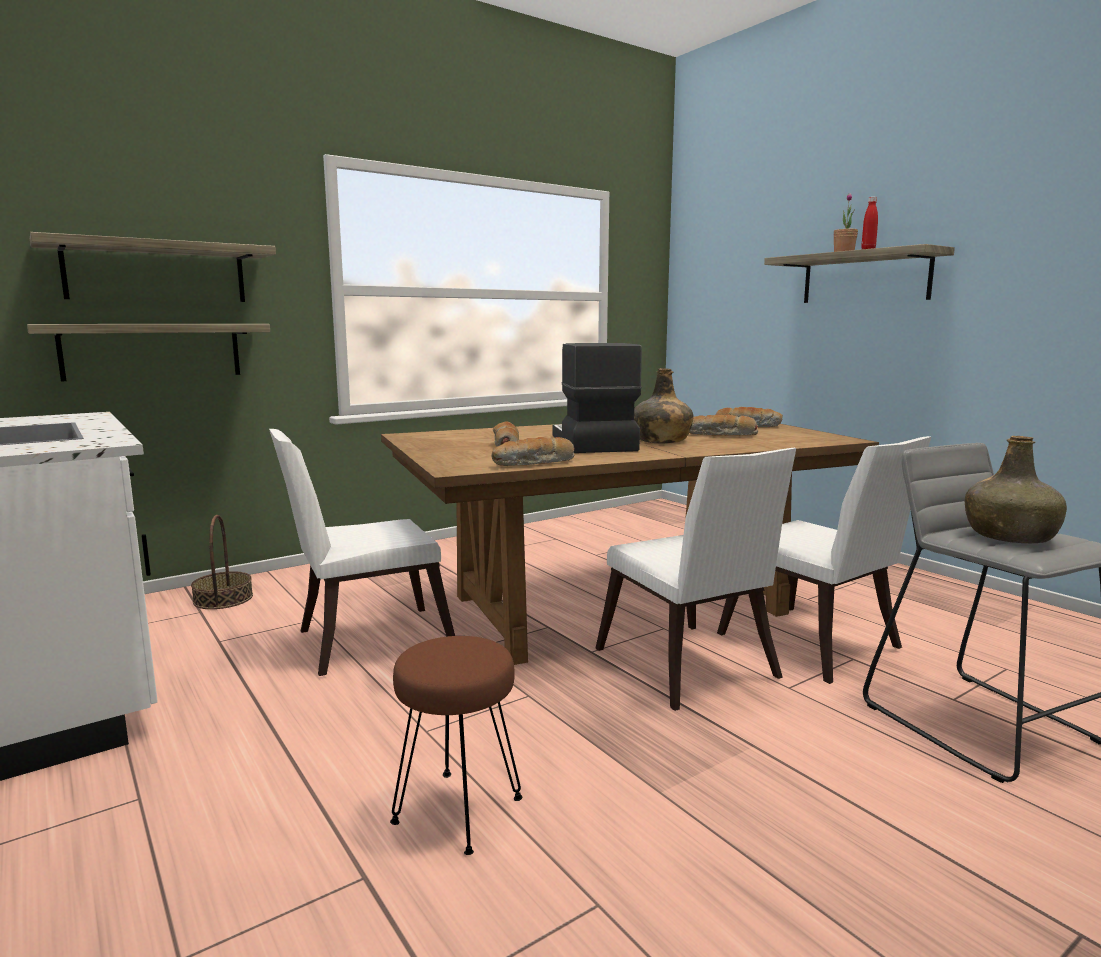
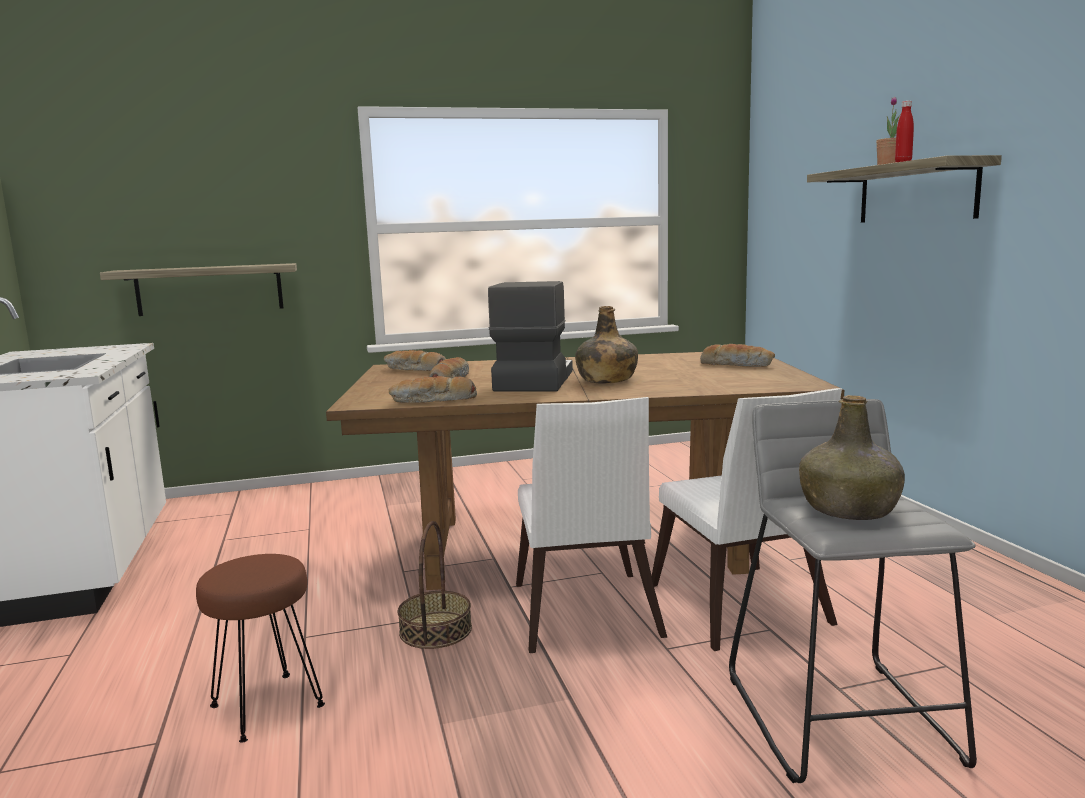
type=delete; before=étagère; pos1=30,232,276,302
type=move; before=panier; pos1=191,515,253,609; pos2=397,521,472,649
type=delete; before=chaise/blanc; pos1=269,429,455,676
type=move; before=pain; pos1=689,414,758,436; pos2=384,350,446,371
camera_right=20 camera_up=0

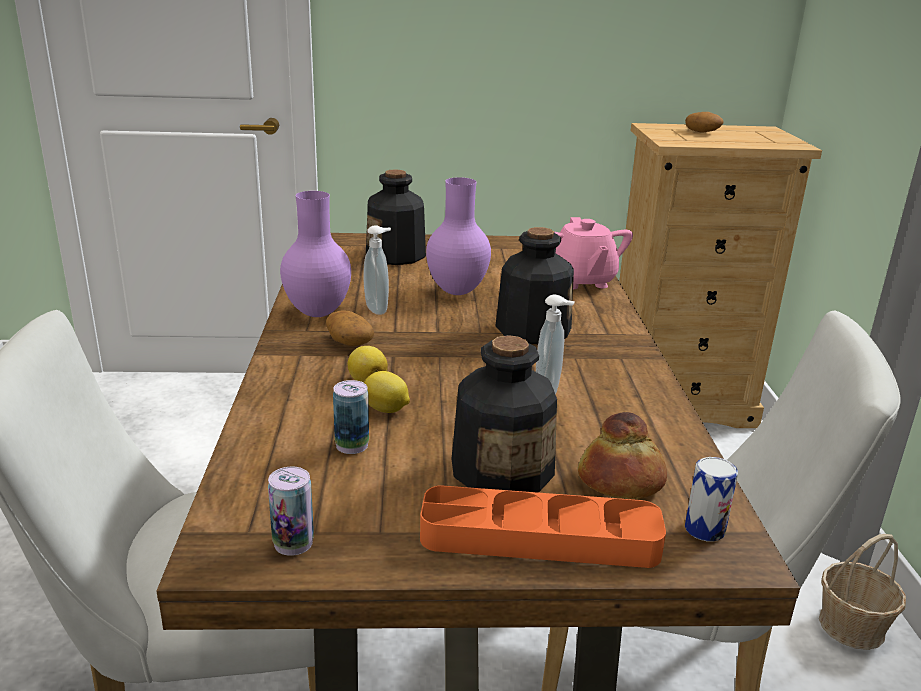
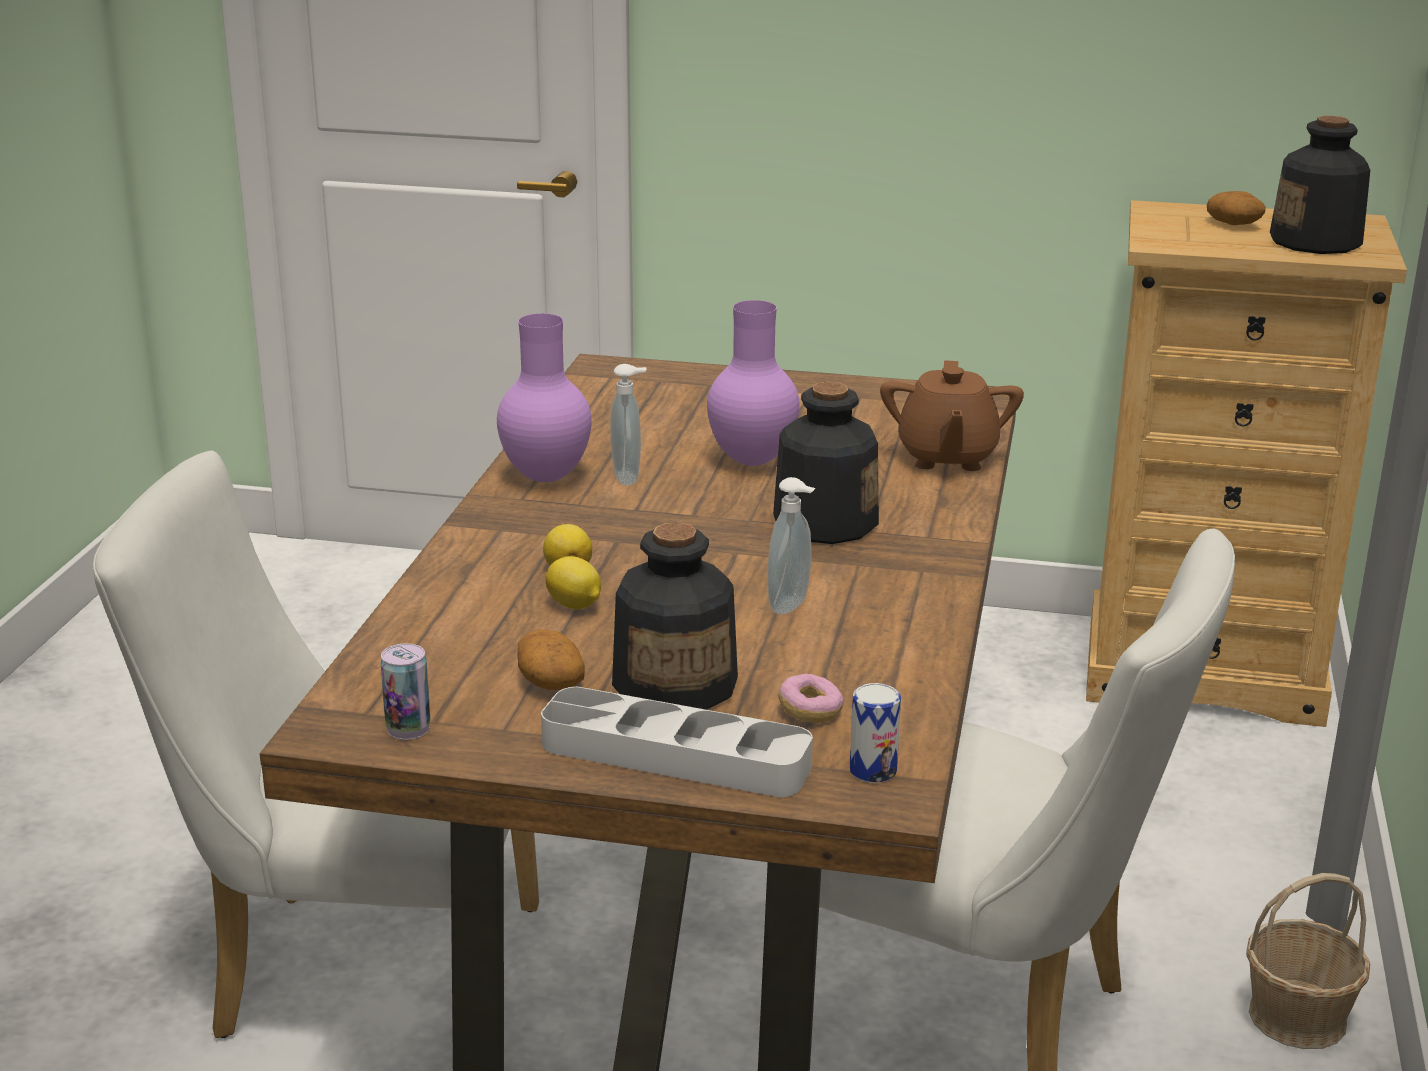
type=move; before=pomme de terre; pos1=326,310,374,346; pos2=517,630,585,690
type=delete; before=boîte métallique; pos1=333,380,369,454
type=move; before=bouteille; pos1=366,169,426,265; pos2=1270,116,1370,254
type=recolor; before=plateau/orange; after=plateau/gris; pos1=420,485,666,568; pos2=541,687,813,797
type=recolor; before=théière/rose; after=théière/marron; pos1=554,217,633,289; pos2=880,360,1024,471
type=replace; before=pain; after=beignet; pos1=578,412,667,500; pos2=778,674,844,723
camera_right=15 camera_up=0

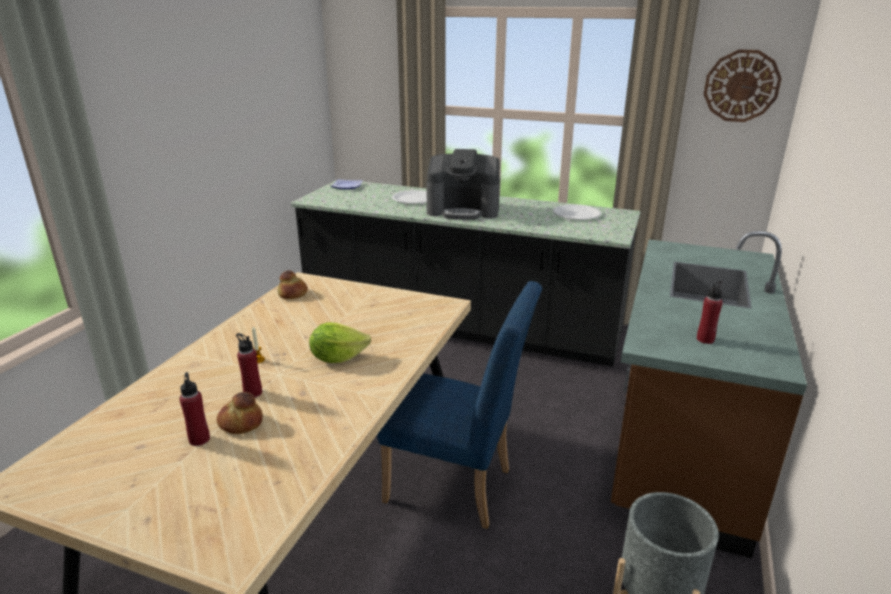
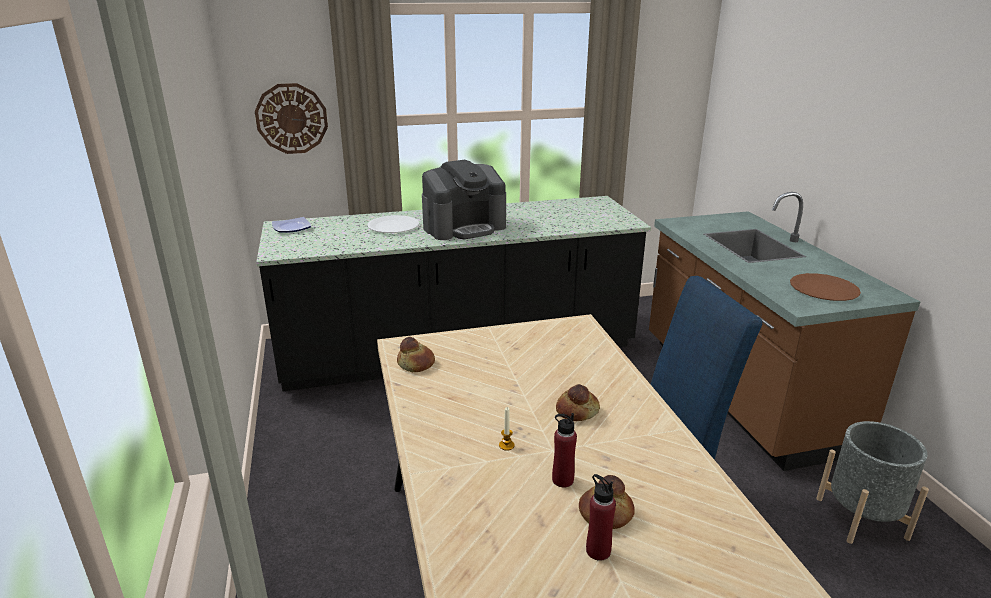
type=replace; before=laitue; after=pain; pos1=309,323,371,363; pos2=556,384,600,421
type=delete; before=assiette/blanc; pos1=553,204,601,220
type=replace; before=bouteille/rouge; after=assiette/marron; pos1=697,281,723,344; pos2=790,273,861,301
type=move; before=horloge murale; pos1=704,50,782,122; pos2=255,83,328,154
camera_right=-35 camera_up=0

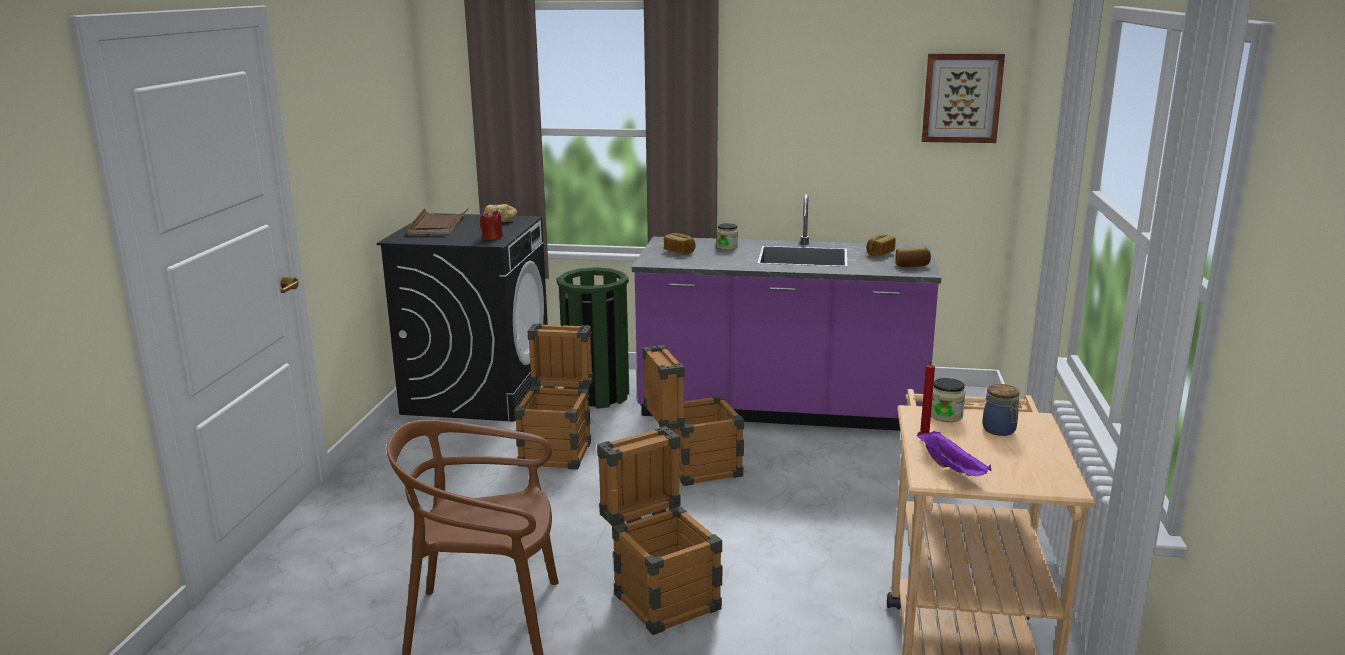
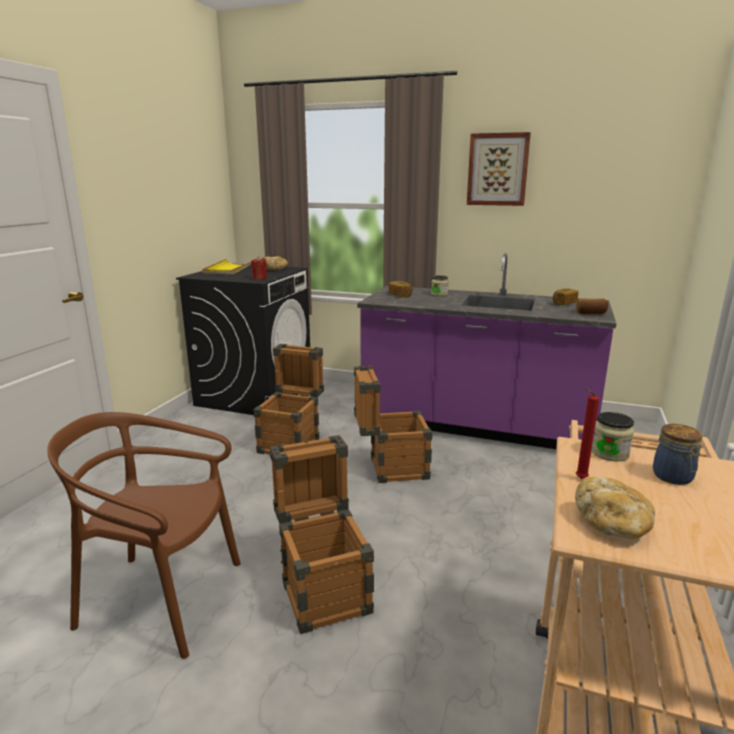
type=recolor; before=plateau/marron; after=plateau/jaune; pos1=408,208,468,235; pos2=202,259,251,275
type=delete; before=poubelle/vert; pos1=557,267,629,409
type=replace; before=plateau/violet; after=pain; pos1=917,431,991,476; pos2=575,477,655,539
type=move; before=tableau; pos1=922,53,1005,143; pos2=467,132,531,206
camera_right=10 camera_up=0

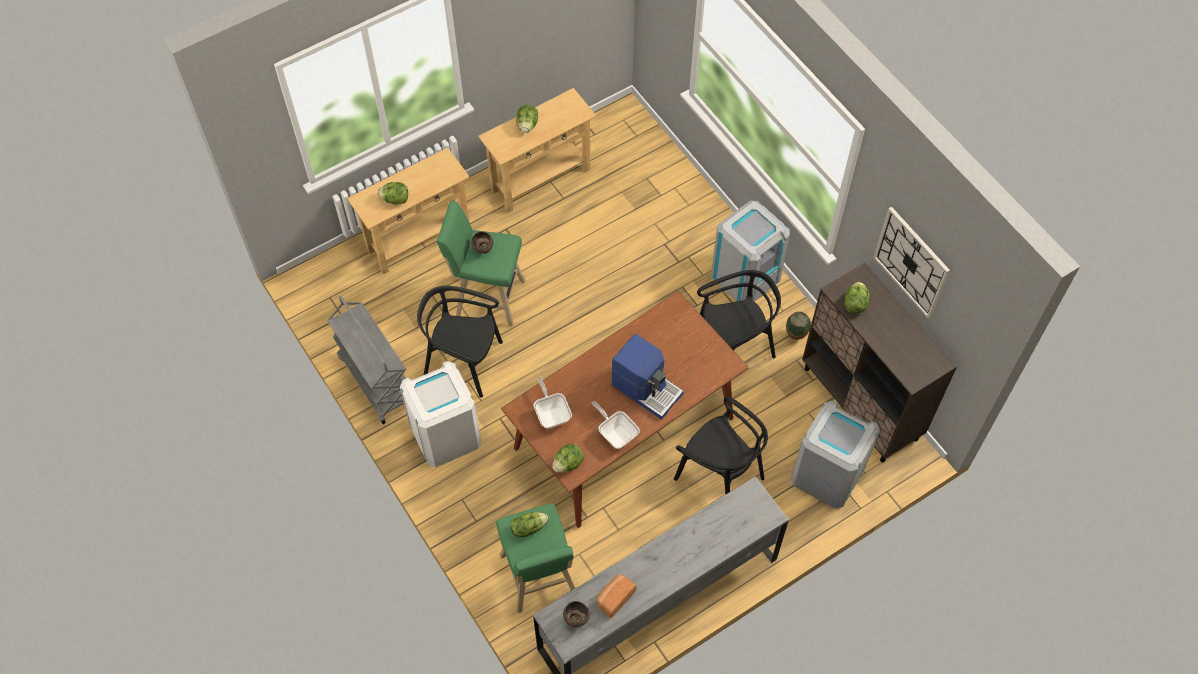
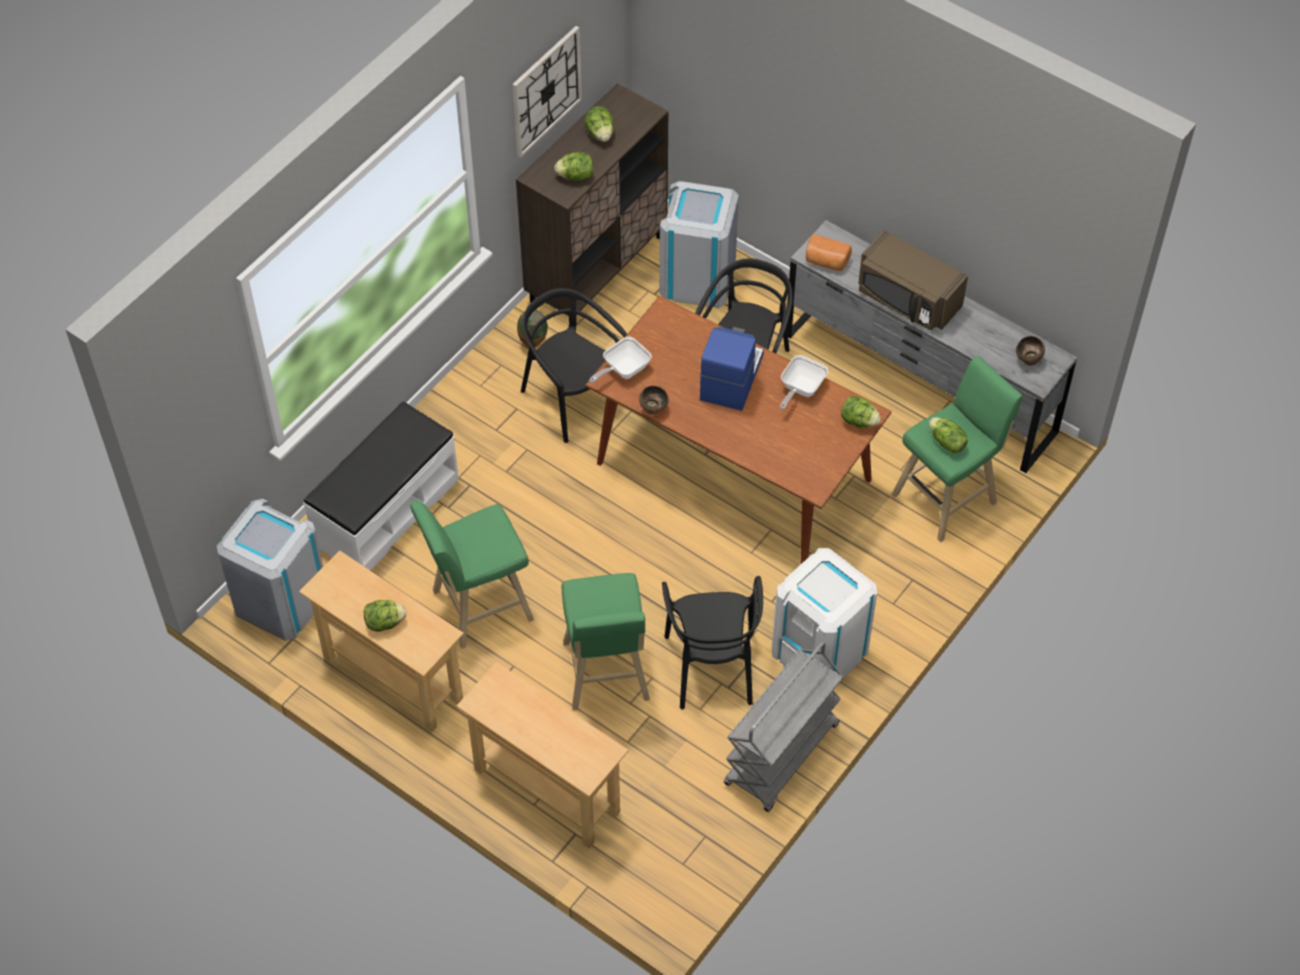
type=move; before=laitue; pos1=378,182,408,205; pos2=584,106,614,142
type=move; before=bol/marron; pos1=471,232,493,254; pos2=639,385,669,415
type=move; before=poêle; pos1=534,377,572,429; pos2=589,337,652,383
type=move; before=pain; pos1=596,574,637,618; pos2=806,234,852,271
type=move; before=poubelle/gris; pos1=711,201,790,302; pos2=217,499,323,641
type=insert; after=banc/blanc; pos2=303,401,459,570
type=insert; after=tabouret/vert; pos2=410,500,534,649
type=insert; after=micro-ondes/marron; pos2=858,230,968,331
camera_right=-110 camera_up=-5

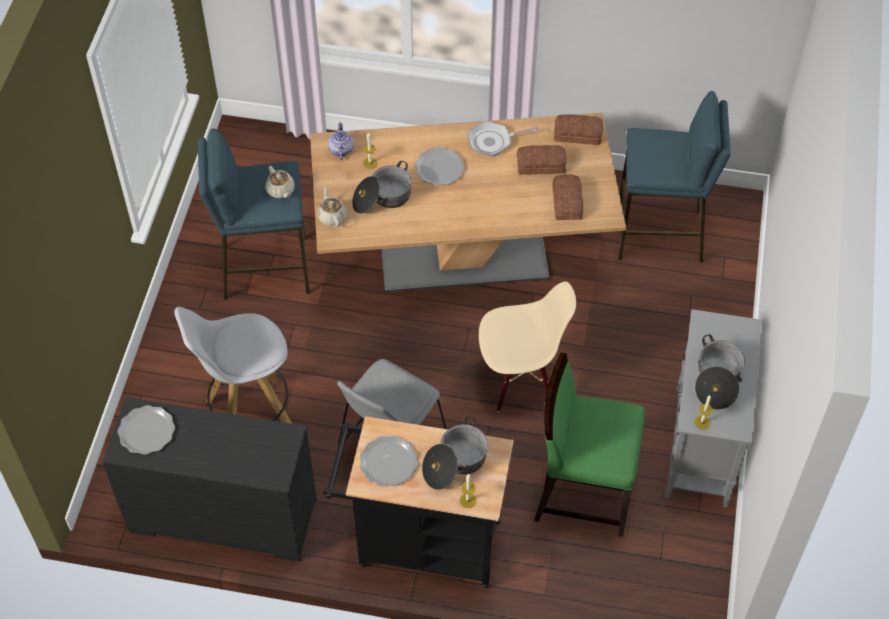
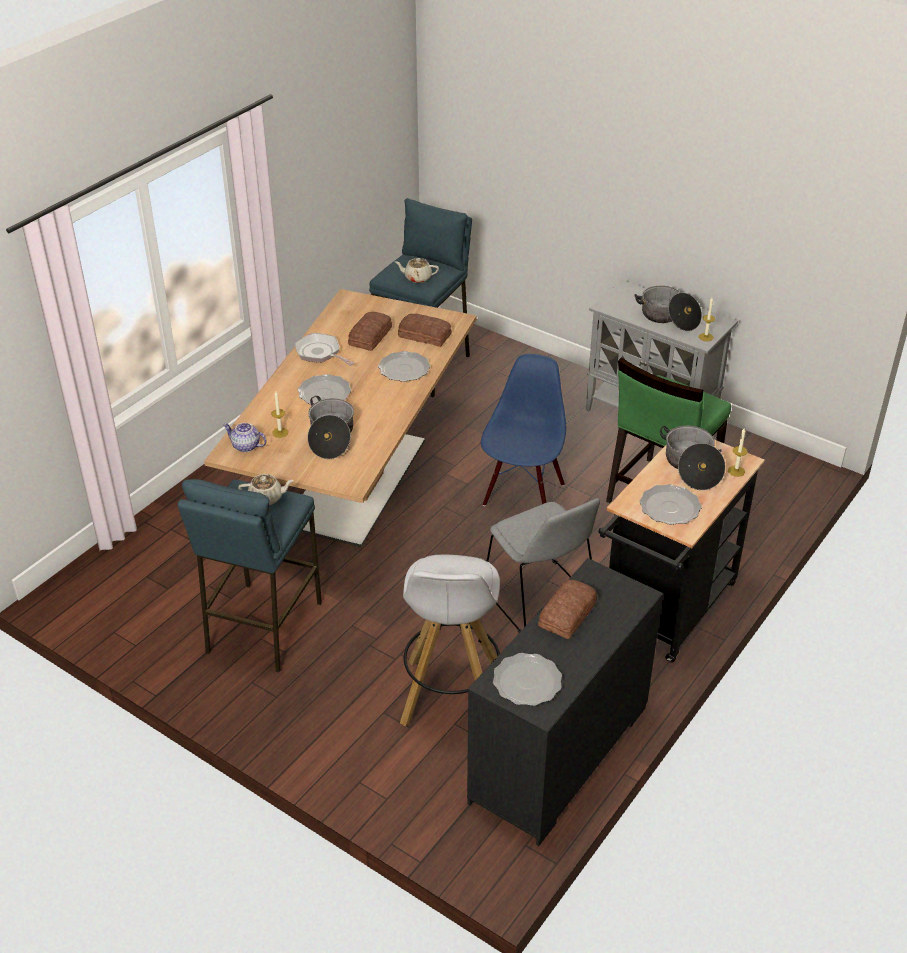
type=move; before=théière/beige; pos1=317,187,347,227; pos2=395,258,439,283
type=rotate; before=poêle; pos1=468,121,540,157; pos2=295,333,354,366; turn=120
type=recolor; before=chaise/beige; after=chaise/bleu; pos1=479,281,576,412; pos2=481,354,566,506
type=move; before=pain; pos1=554,114,603,145; pos2=538,580,597,639
type=insert; after=assiette; pos2=378,351,431,382
camera_right=-65 camera_up=-15

